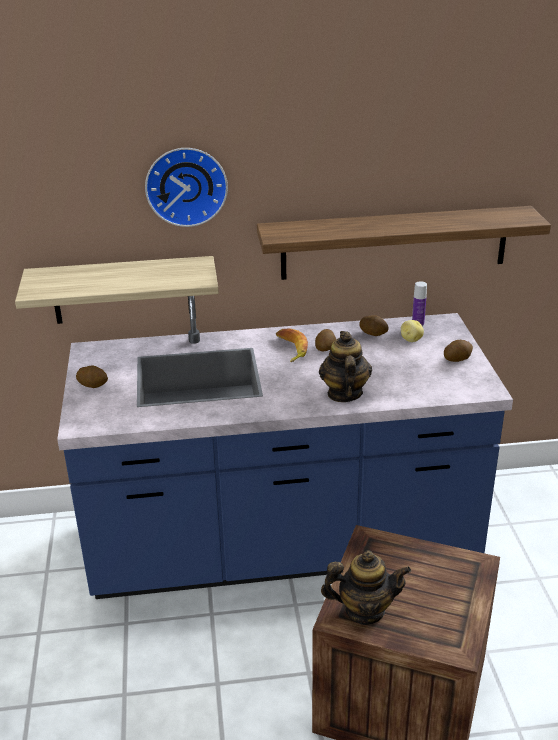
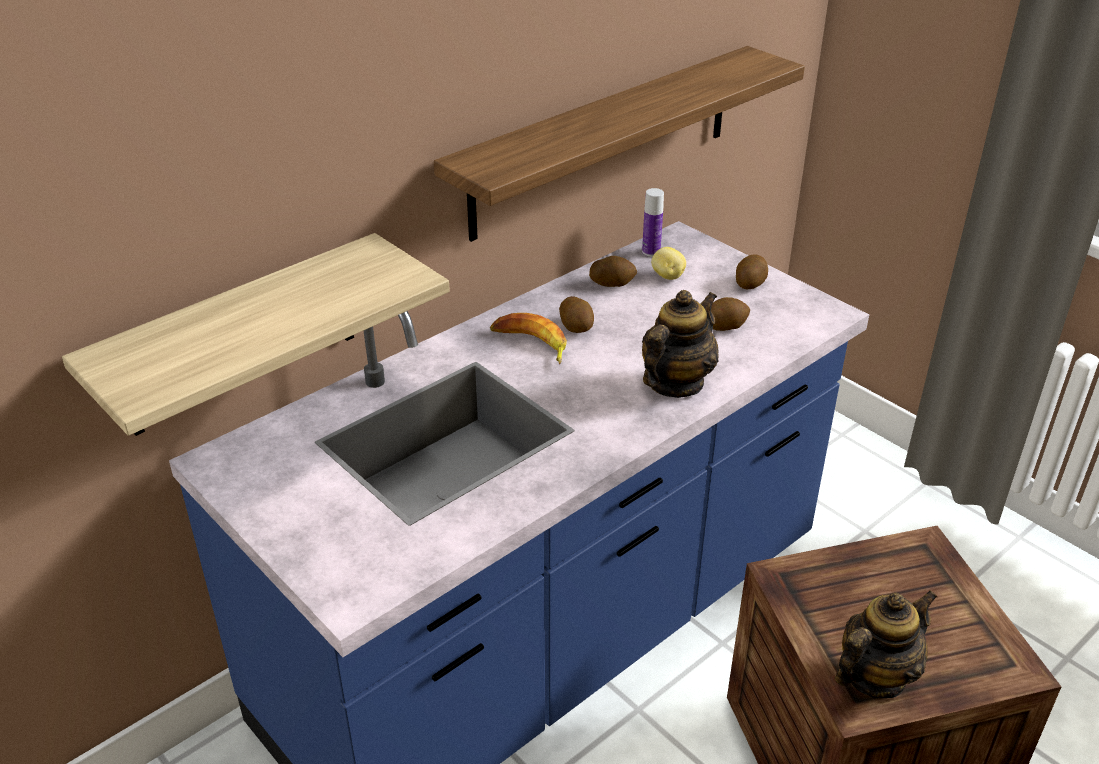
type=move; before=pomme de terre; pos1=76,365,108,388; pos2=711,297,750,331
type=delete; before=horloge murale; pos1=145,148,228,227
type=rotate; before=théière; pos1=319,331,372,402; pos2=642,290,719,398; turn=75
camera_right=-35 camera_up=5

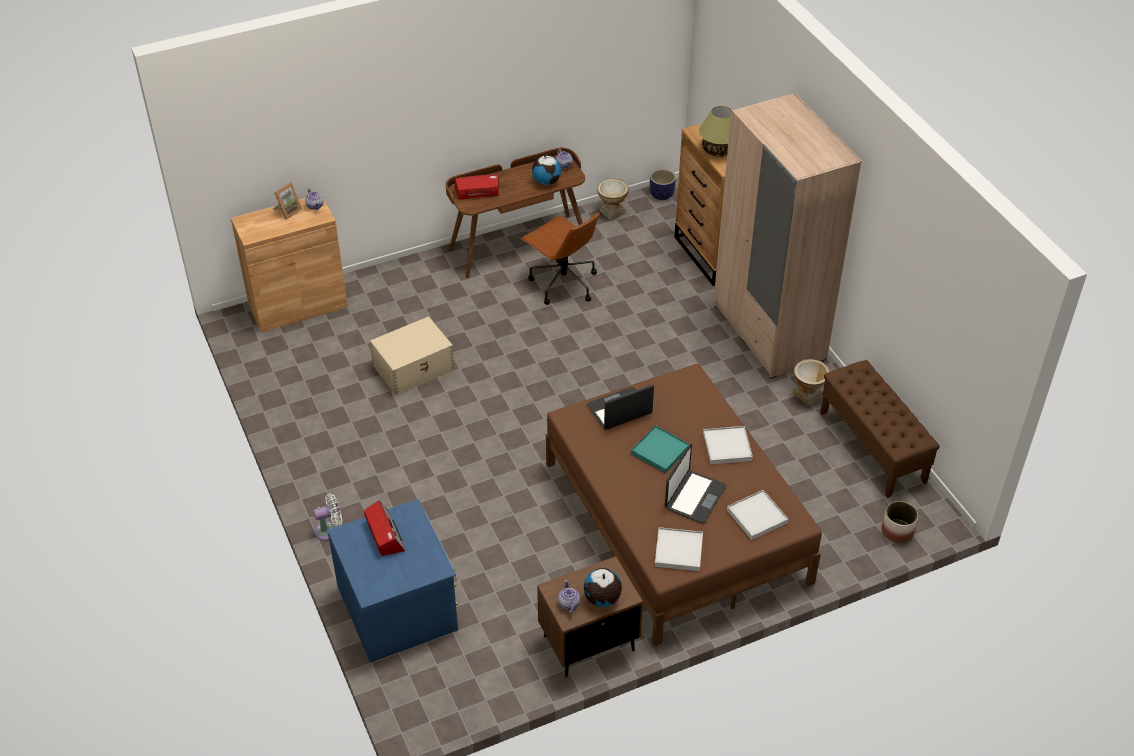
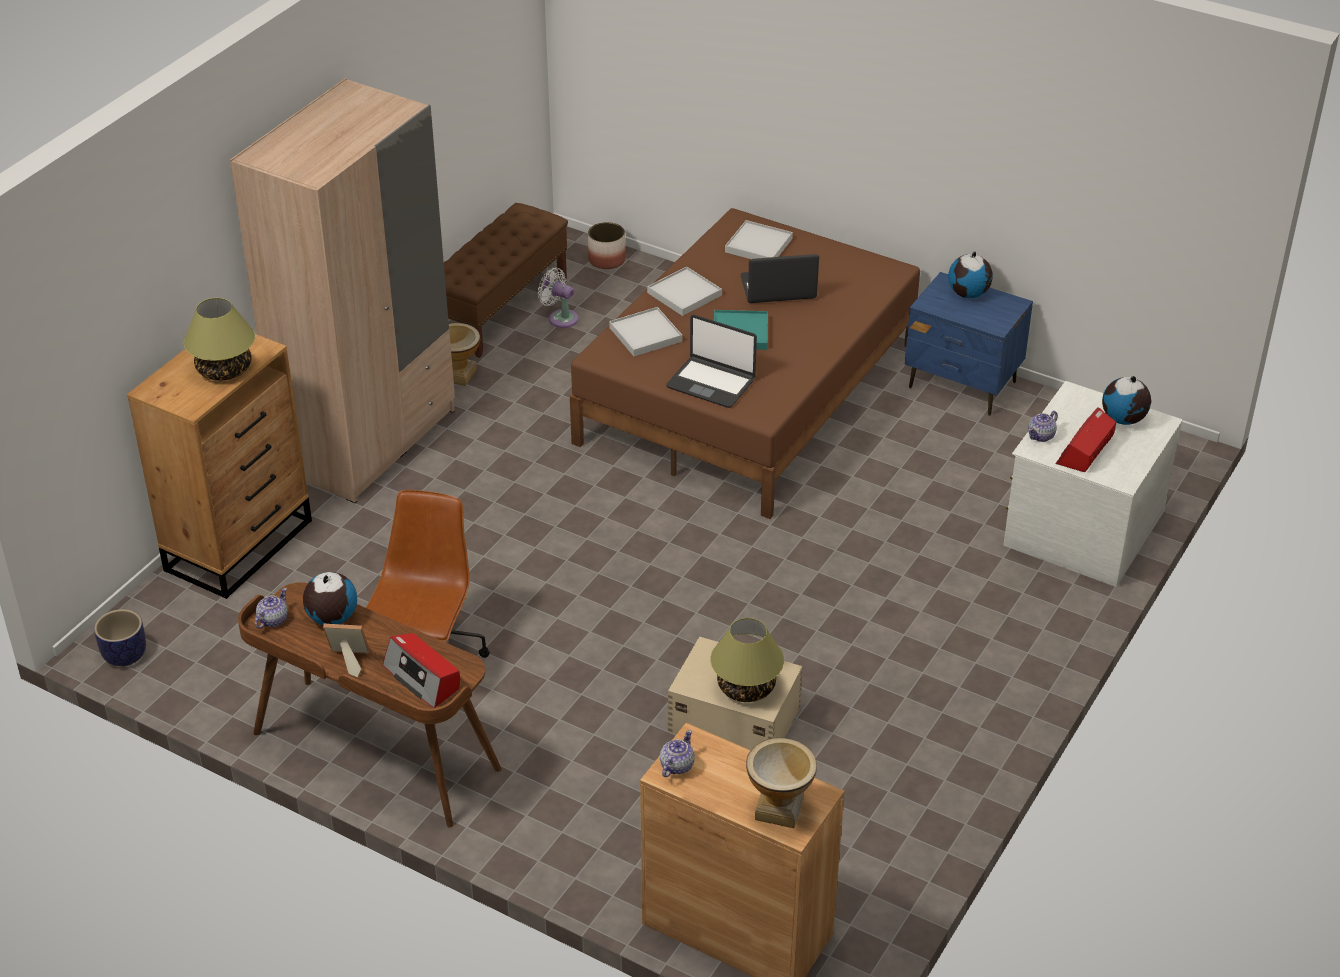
type=move; before=cadre photo; pos1=273,182,302,220; pos2=323,624,370,677
type=move; before=ventilateur/blanc; pos1=313,494,342,541; pos2=538,268,578,328
type=recolor; before=commode/bleu; after=commode/blanc; pos1=327,499,458,663; pos2=1003,381,1183,587
type=recolor; before=table de chevet/marron; after=table de chevet/bleu; pos1=537,556,643,678; pos2=905,272,1033,416
type=move; before=théière; pos1=558,580,580,614; pos2=1028,411,1058,442
type=move; before=vase; pos1=597,179,629,221; pos2=746,738,817,828
type=move; before=plateau/blanc; pos1=655,527,703,571; pos2=609,307,682,356
type=insert; after=lampe de table; pos2=711,618,784,702
type=insert; after=globe; pos2=1102,376,1151,425
camera_right=-125 camera_up=-5

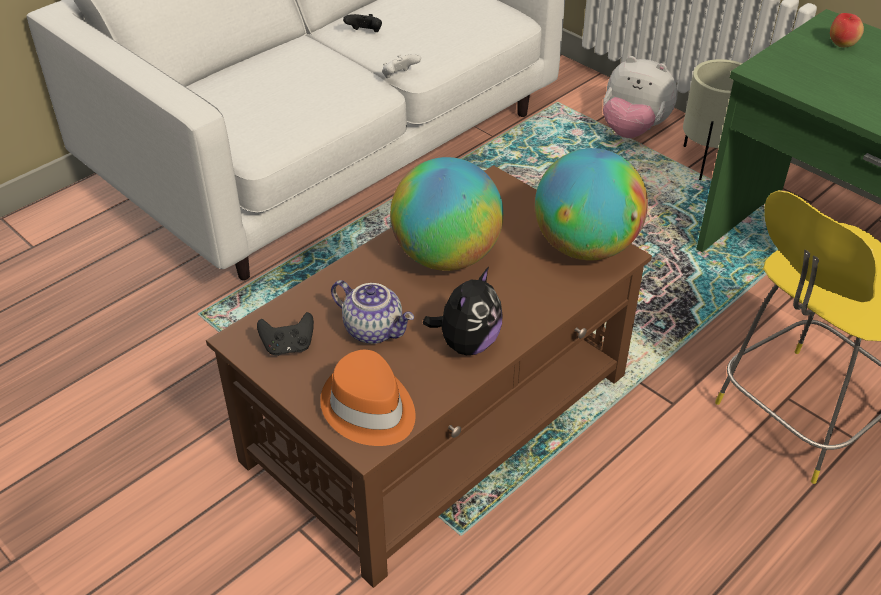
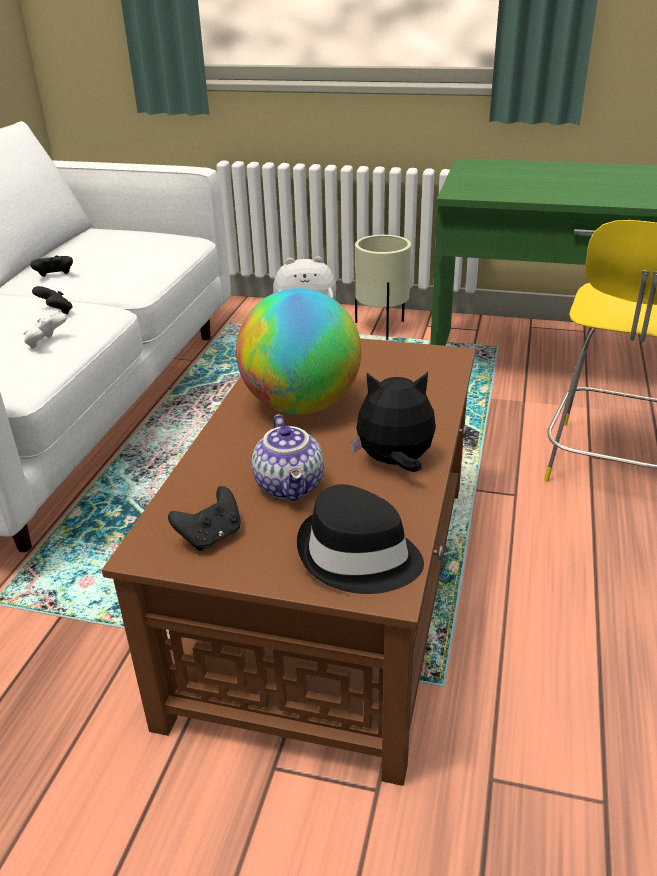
type=recolor; before=chapeau/orange; after=chapeau/noir; pos1=320,350,416,446; pos2=297,484,424,594
type=rotate; before=théière; pos1=331,280,414,344; pos2=252,414,324,501; turn=75
type=move; before=manette/blanc; pos1=382,53,421,78; pos2=23,313,67,349
type=rotate; before=peluche; pos1=423,267,502,355; pos2=350,372,436,472; turn=-90
type=delete; before=globe; pos1=535,148,648,260
type=delete; before=pomme; pos1=830,13,864,47
type=insert; after=manette/noir; pos2=32,286,73,314
camera_right=-30 camera_up=-10

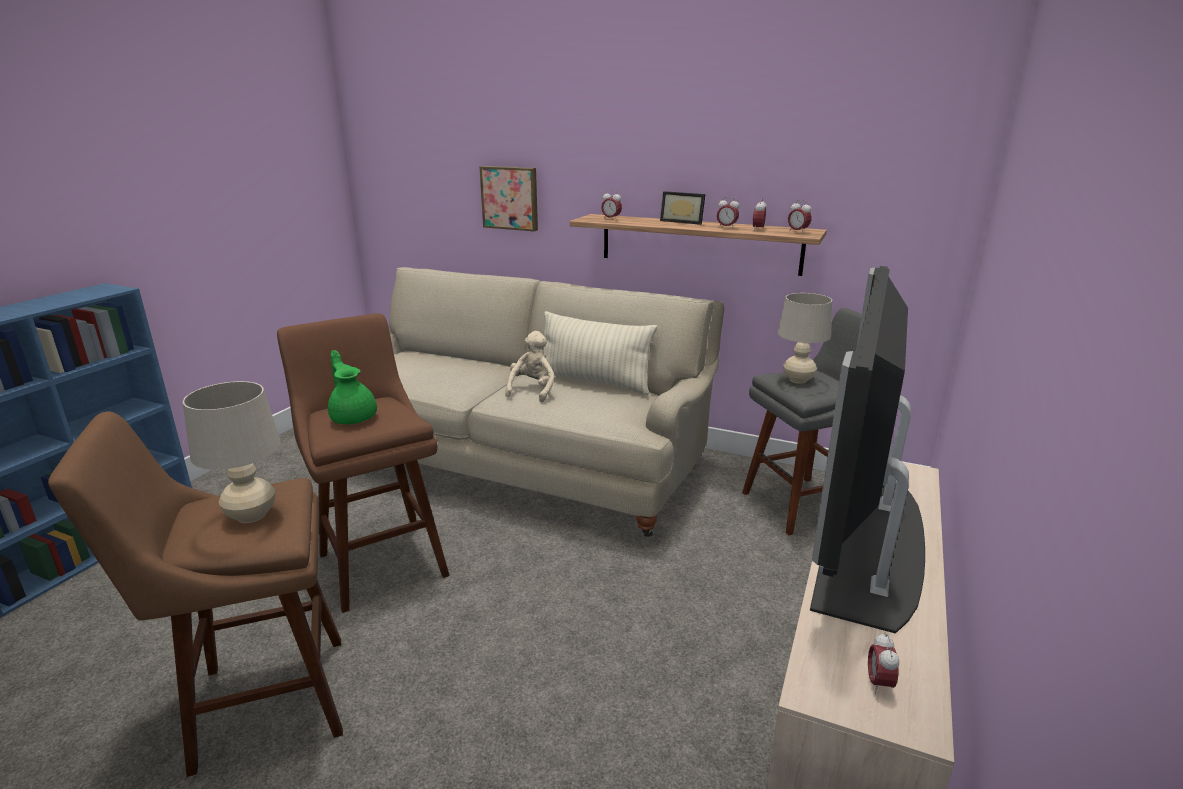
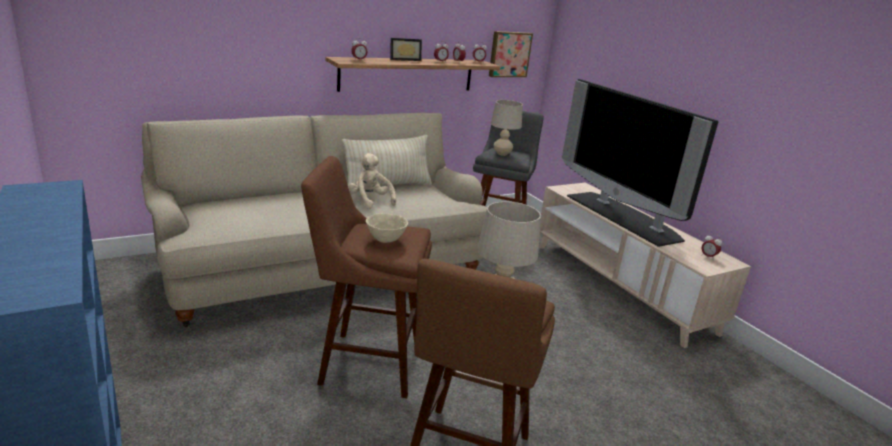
type=replace; before=théière/vert; after=bol/beige; pos1=328,350,377,424; pos2=366,213,408,243
type=move; before=tableau; pos1=479,166,538,231; pos2=489,31,533,77
camera_right=-55 camera_up=0

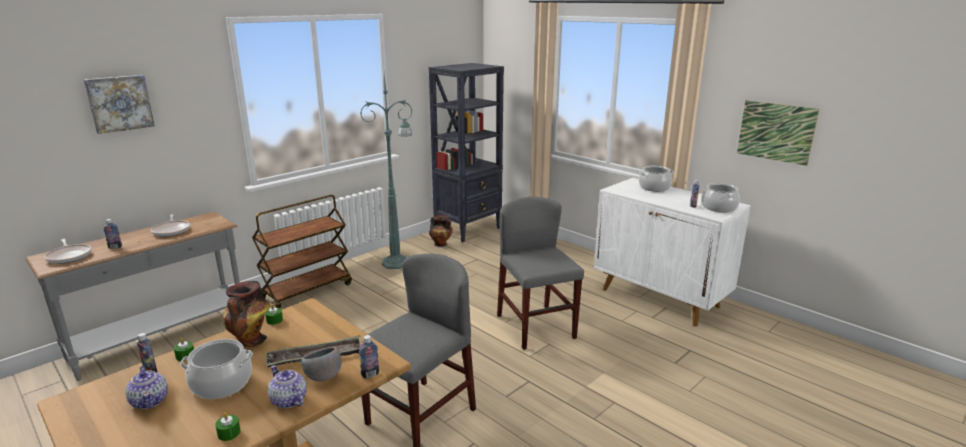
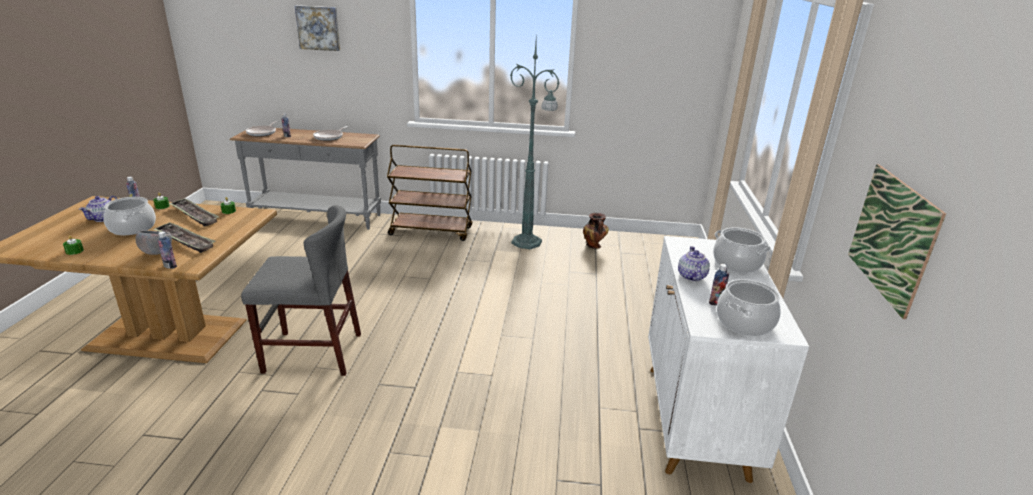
type=replace; before=vase; after=plateau; pos1=222,281,271,347; pos2=168,198,219,227
type=move; before=théière; pos1=268,365,306,408; pos2=678,246,710,281
type=delete; before=bibliothèque/noir; pos1=429,63,504,242
type=delete; before=chaise/gris; pos1=497,197,584,350
camera_right=50 camera_up=5

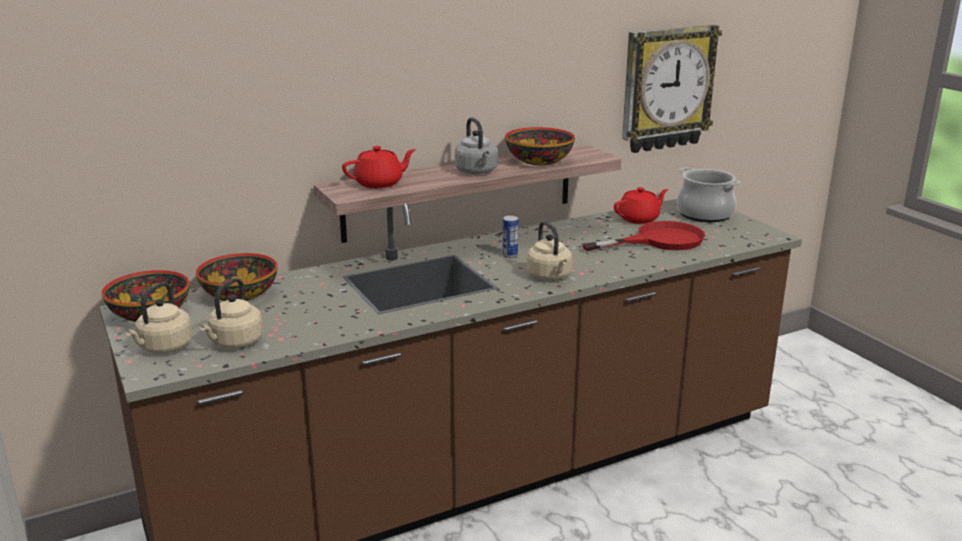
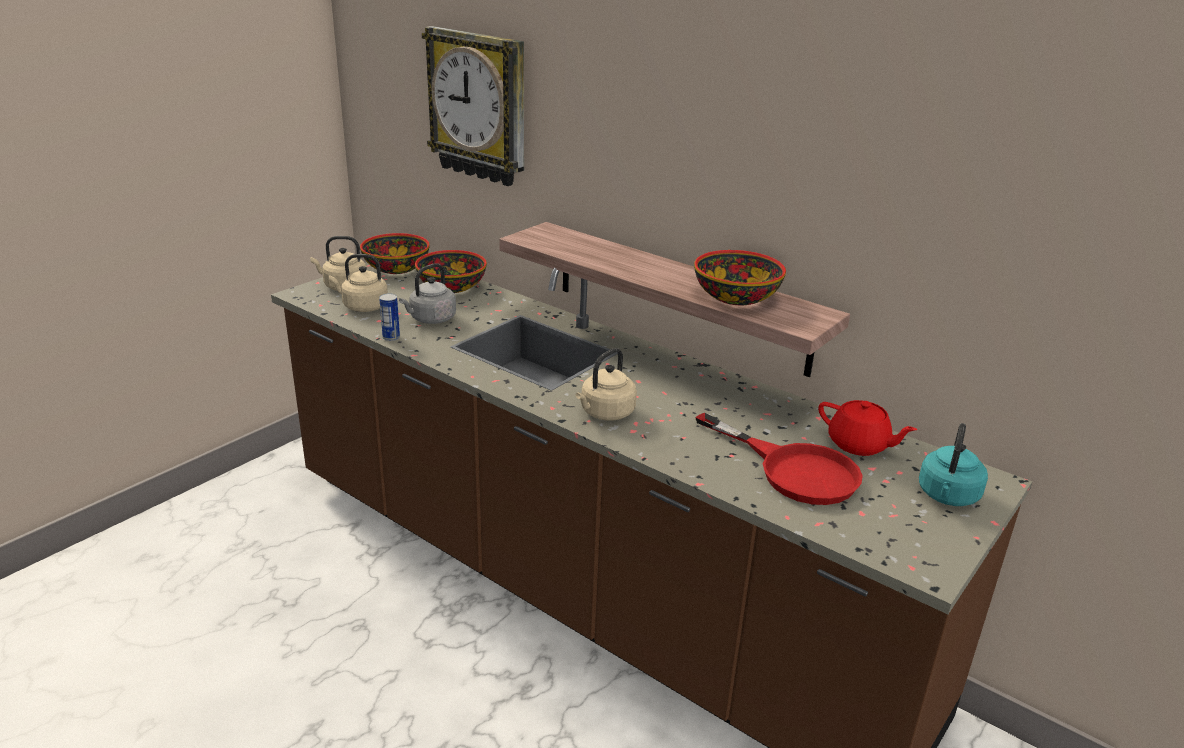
type=delete; before=théière/rouge; pos1=342,146,416,188
type=move; before=bouilloire/gris; pos1=455,117,498,174; pos2=399,263,456,324
type=move; before=boîte métallique; pos1=503,215,518,258; pos2=379,293,400,341
type=move; before=horloge murale; pos1=622,25,722,153; pos2=422,26,524,186
type=replace; before=marmite; after=bouilloire/turquoise; pos1=677,167,741,222; pos2=919,423,988,506
camera_right=65 camera_up=5

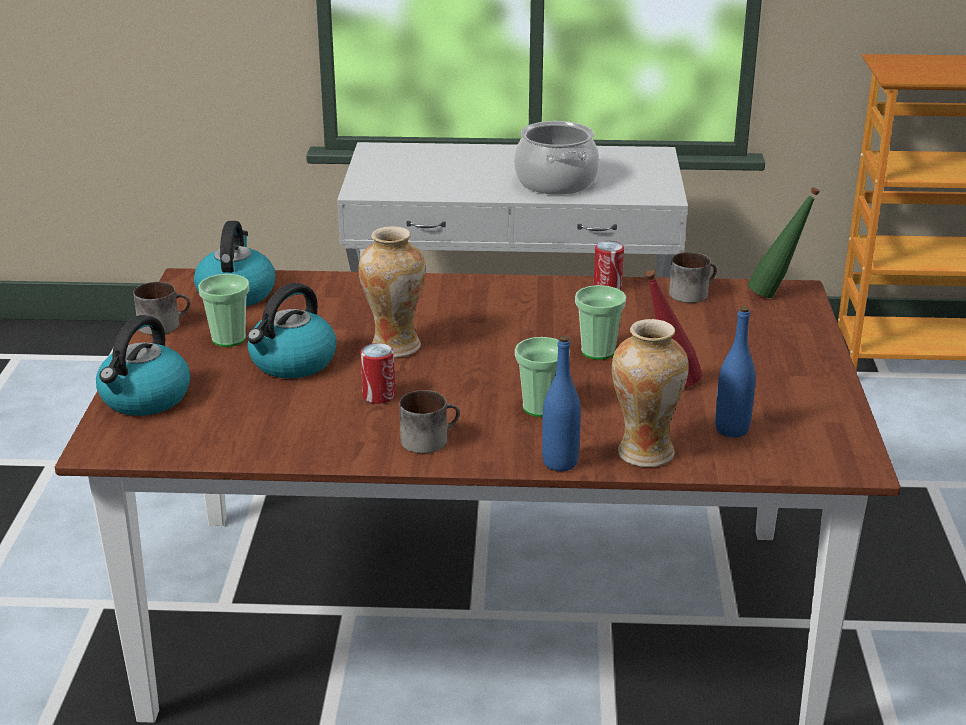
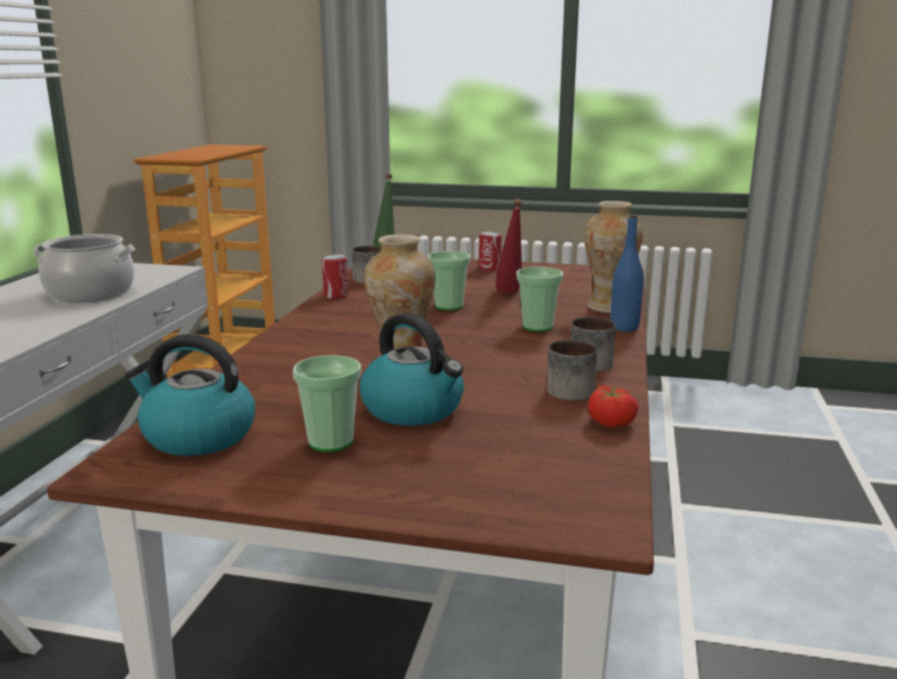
type=delete; before=bouilloire; pos1=96,315,190,416
type=move; before=mug; pos1=133,282,191,335; pos2=547,340,597,401
type=move; before=boîte métallique; pos1=360,343,395,404; pos2=479,232,502,271
type=delete; before=bouteille/bleu; pos1=715,306,756,438
type=insert; after=tomate; pos2=588,386,639,428
camera_right=-80 camera_up=-10

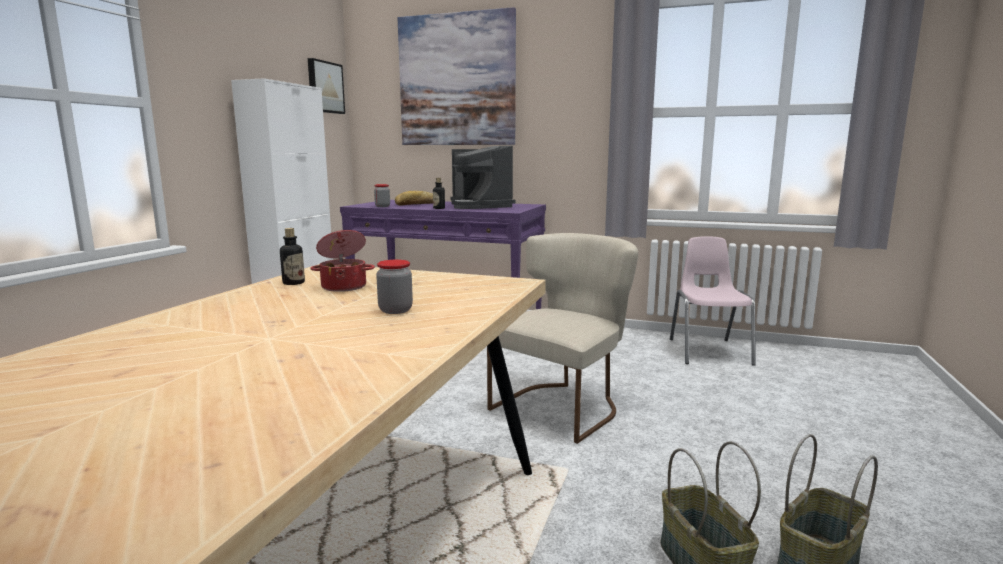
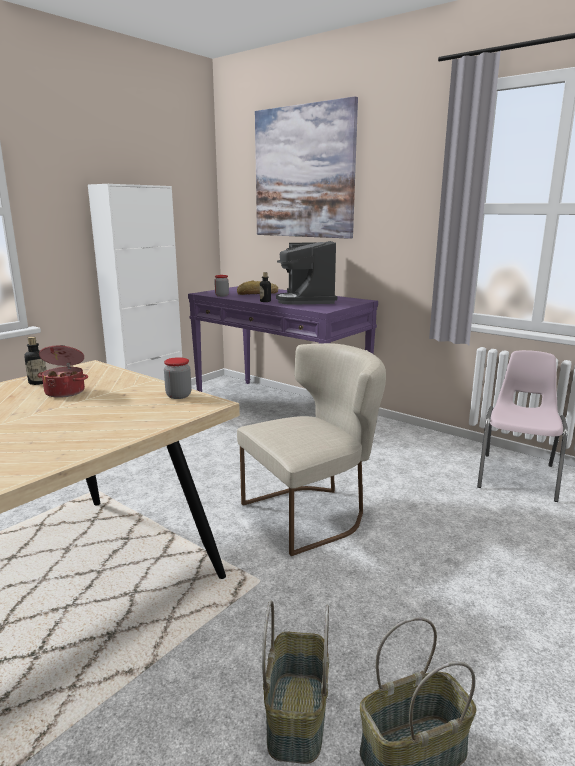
type=delete; before=tableau; pos1=308,58,345,114
type=move; before=bocal; pos1=376,260,413,314; pos2=164,357,191,399
camera_right=20 camera_up=5

